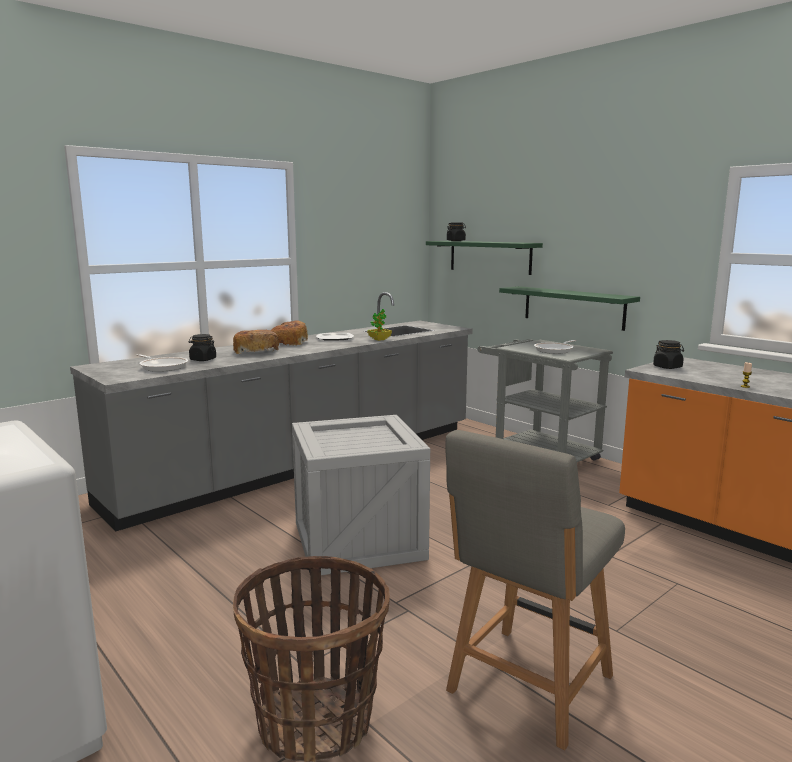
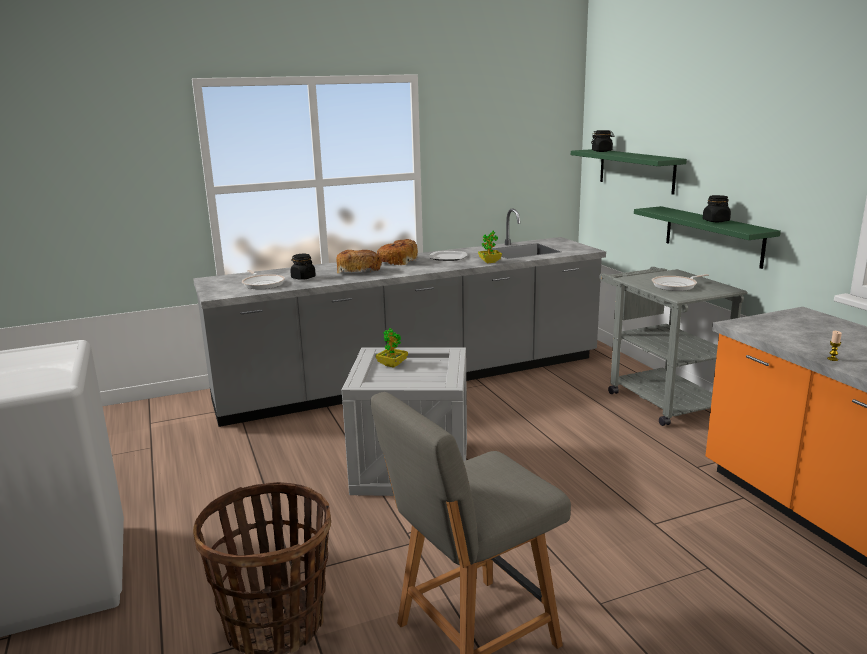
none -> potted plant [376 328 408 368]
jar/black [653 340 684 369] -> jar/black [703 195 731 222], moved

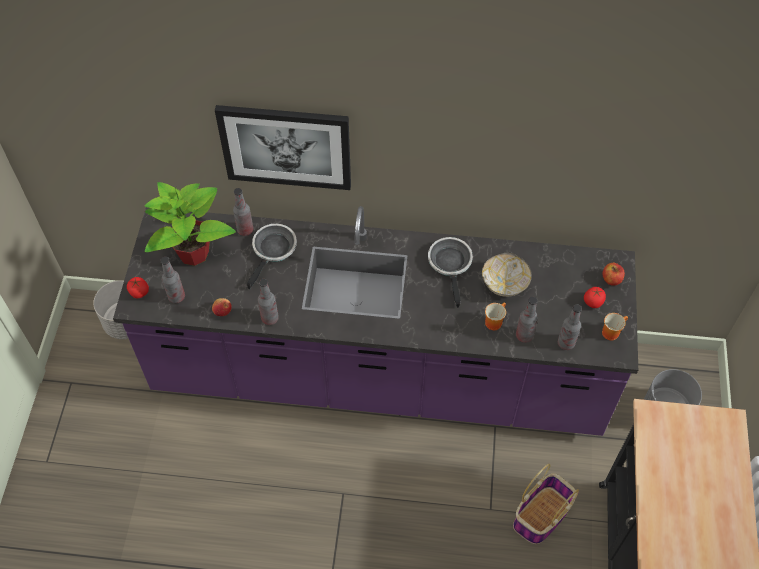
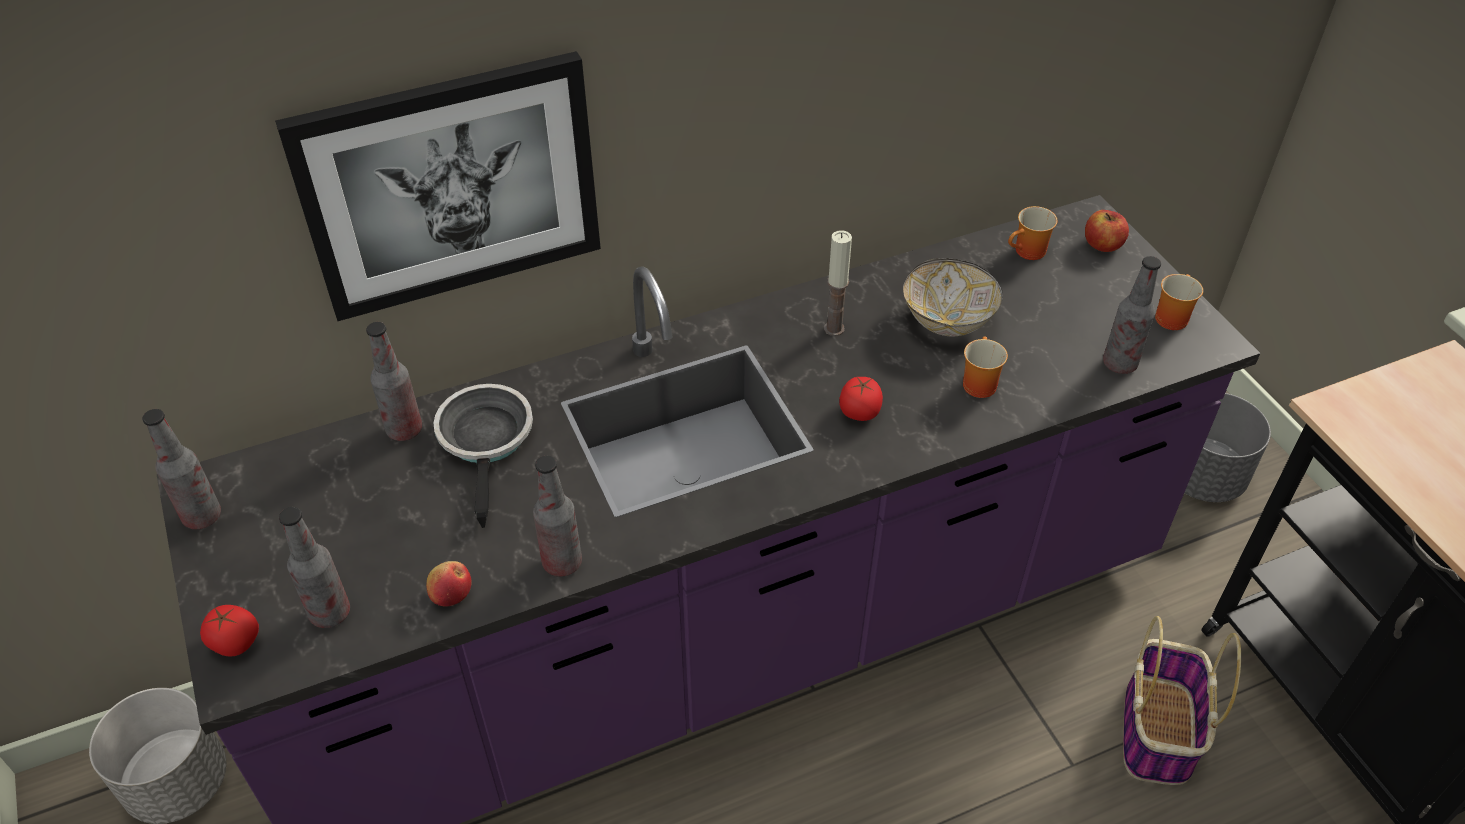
potted plant [145 182 236 266] -> none
none -> mug [1008 206 1058 260]
bottle [516 297 538 343] -> bottle [142 409 221 529], moved
tomato [584 287 606 308] -> tomato [839 376 883 421], moved
frying pan [428 237 473 308] -> candle [824 230 852 336]

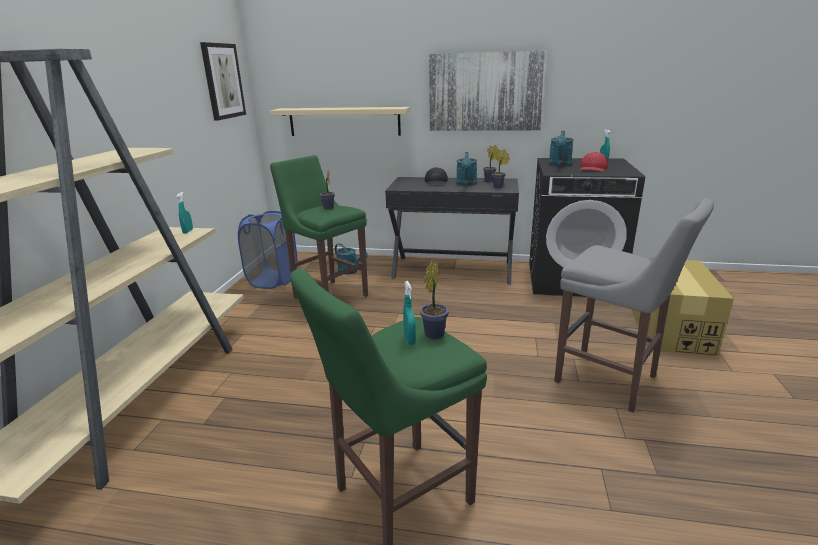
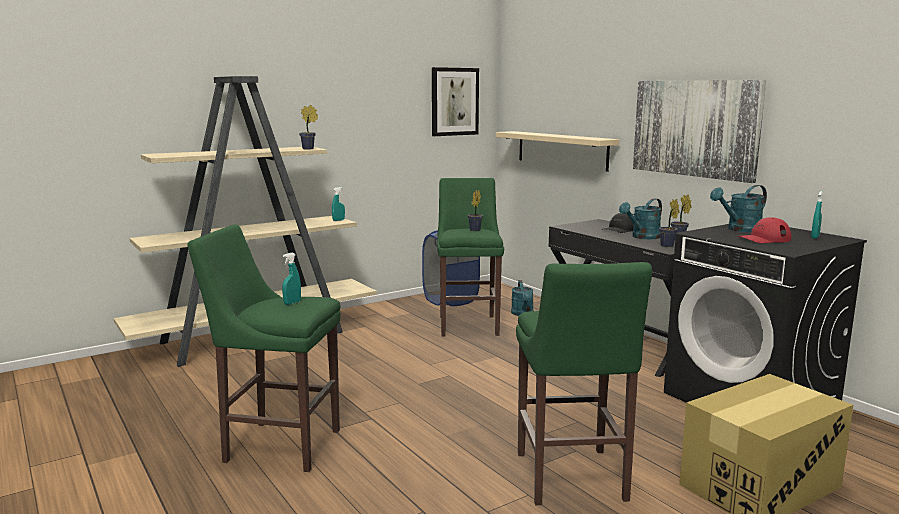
potted plant [420 260 449 339] -> potted plant [299 105 318 149], moved
stool/grey [554 199 714 413] -> stool/green [516 262 652 505]

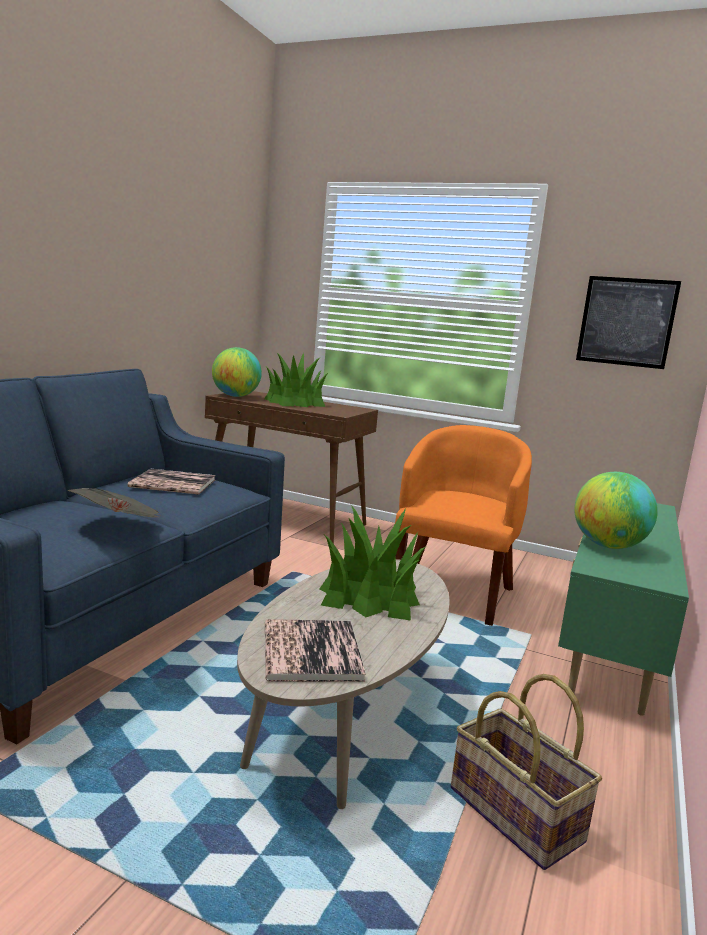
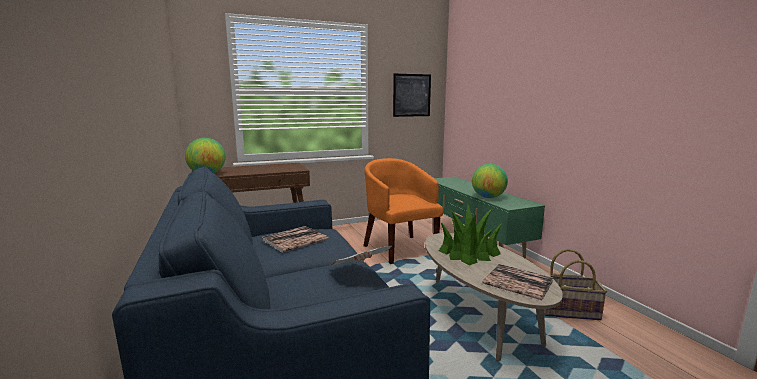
potted plant [264 352 328 407] -> none

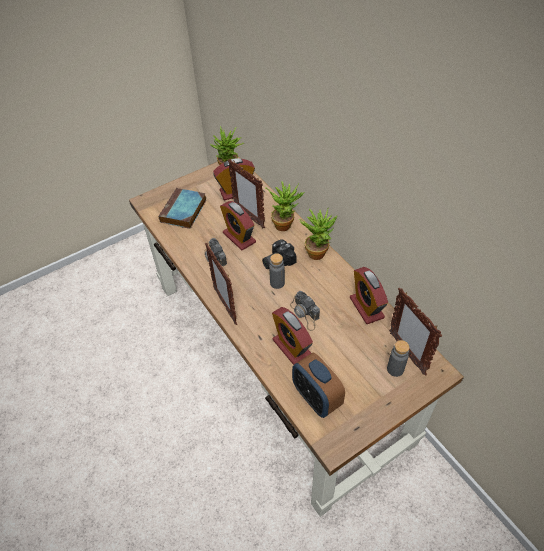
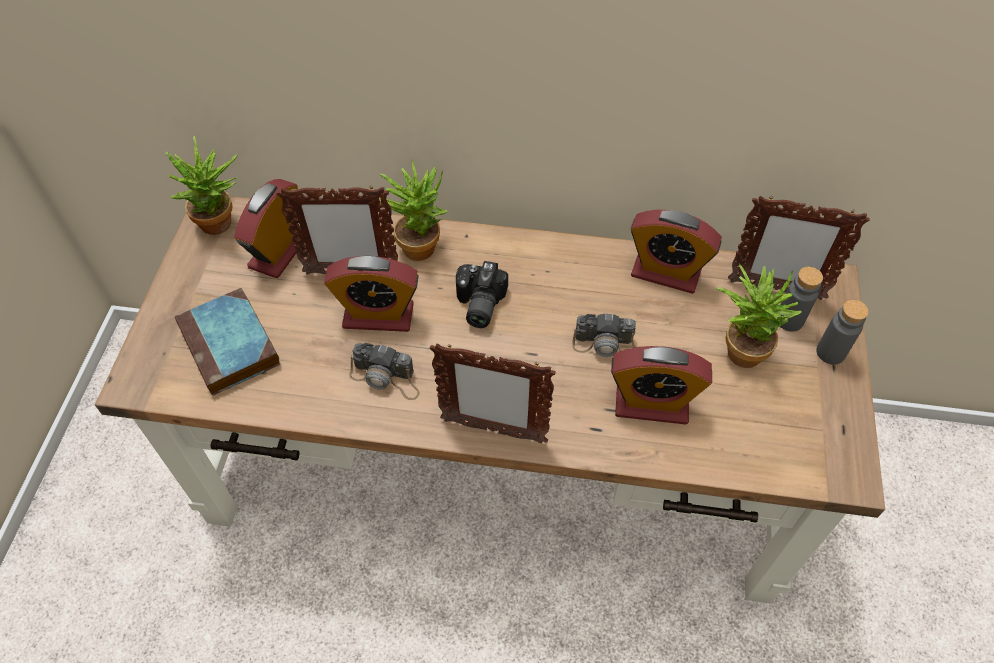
alarm clock [292 353 345 418] -> none
bottle/grey [269 253 285 289] -> bottle/grey [816 300 869 365], moved
potted plant [299 209 337 260] -> potted plant [716 263 802 368], moved

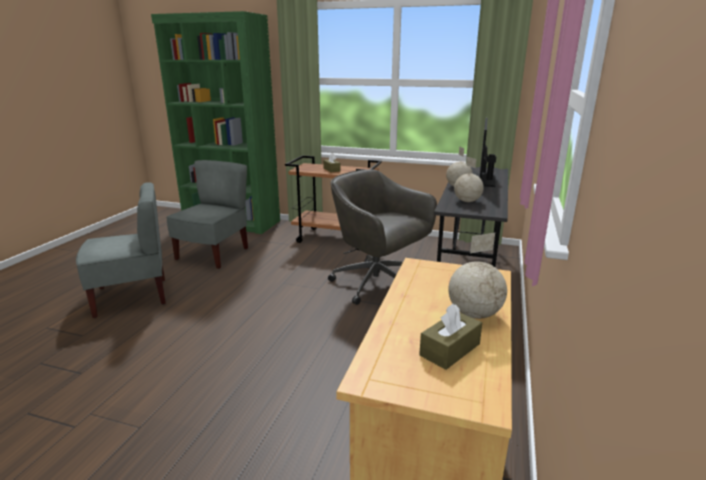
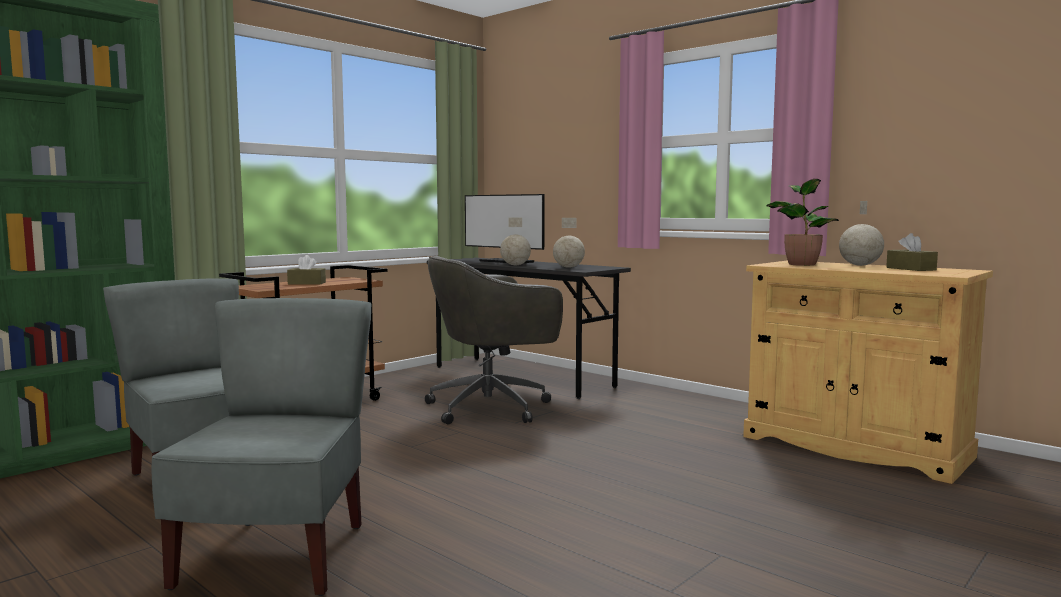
none -> potted plant [767 179 839 266]

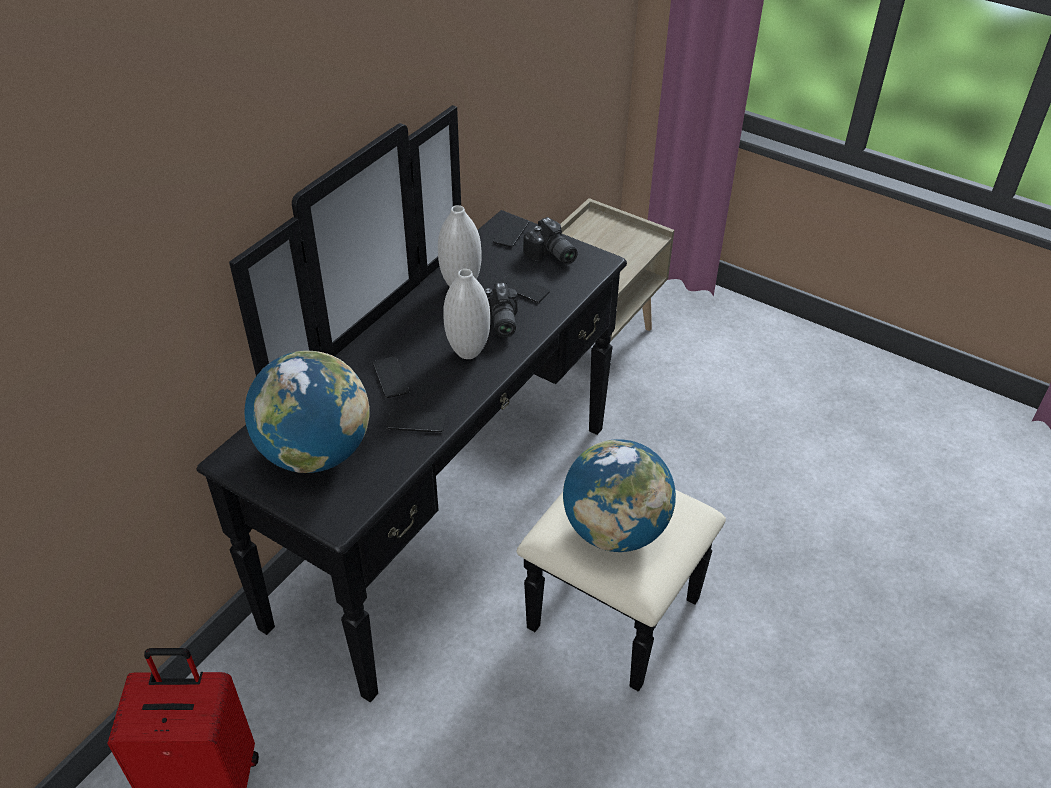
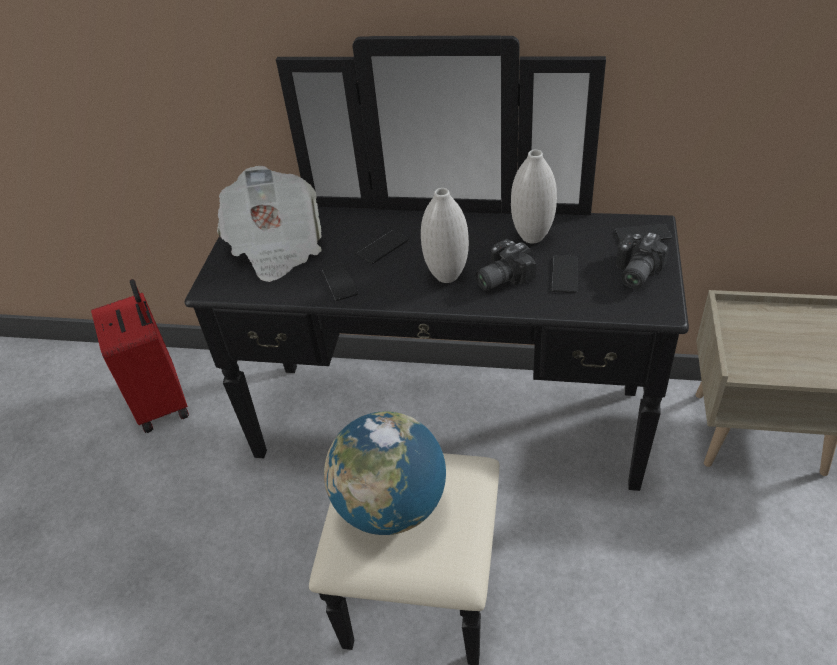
globe [244 351 370 473] -> newspaper [217 166 322 282]

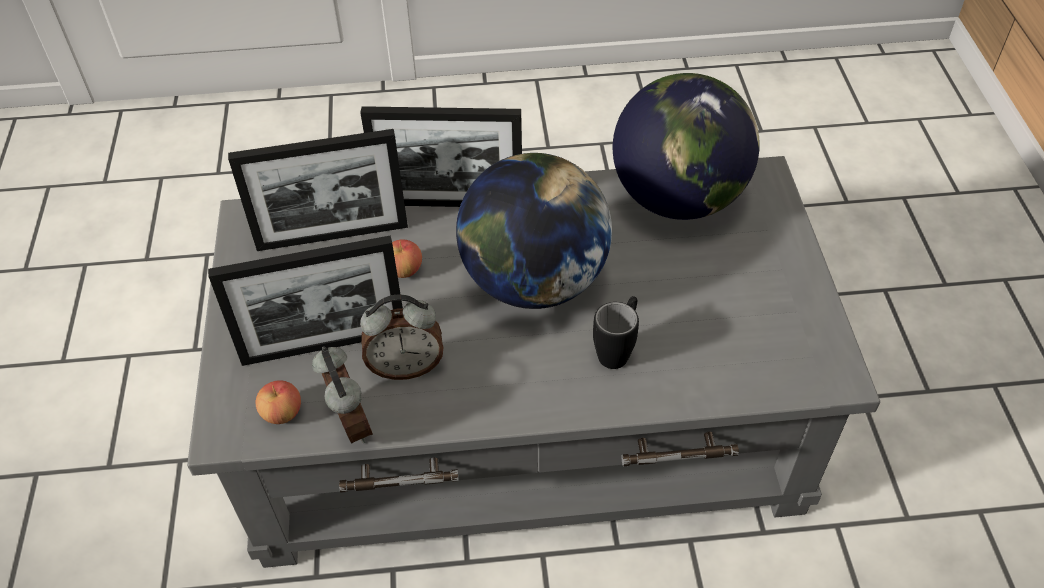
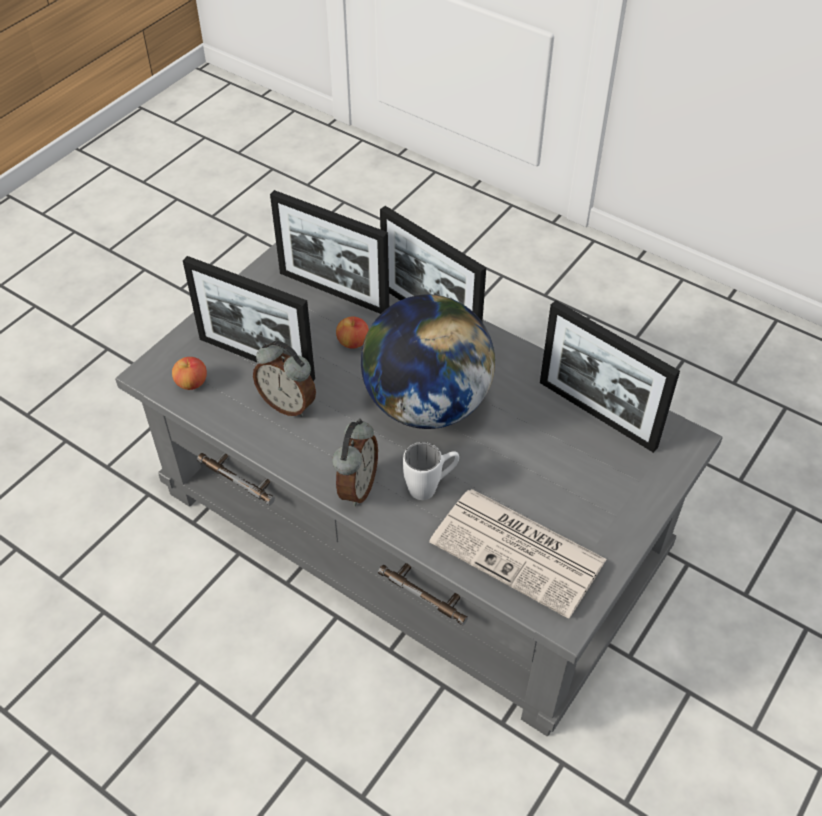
none -> newspaper [429 489 607 619]
alarm clock [312 346 373 443] -> alarm clock [332 419 378 506], moved
globe [613 73 760 220] -> picture frame [540 300 680 453]
mug/black [593 296 639 369] -> mug/white [403 442 459 500]

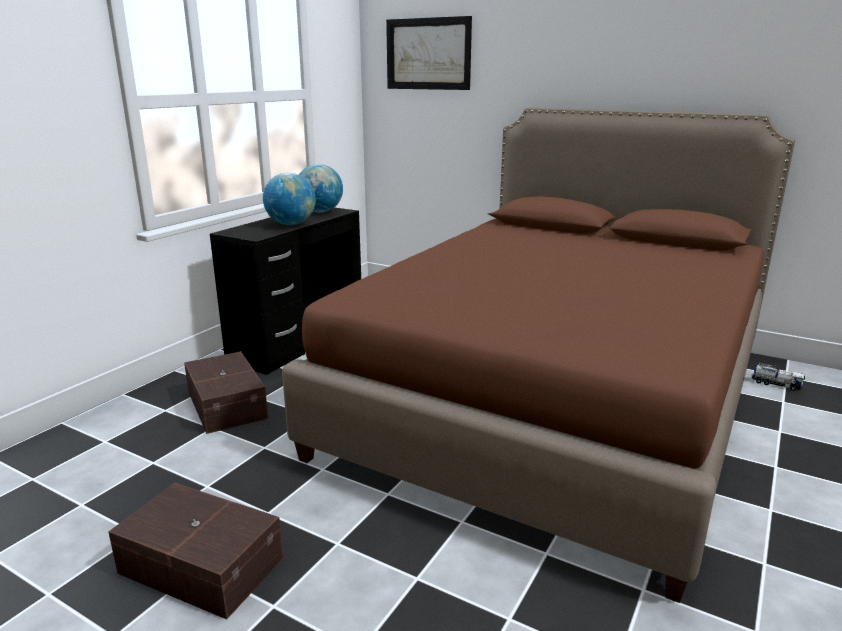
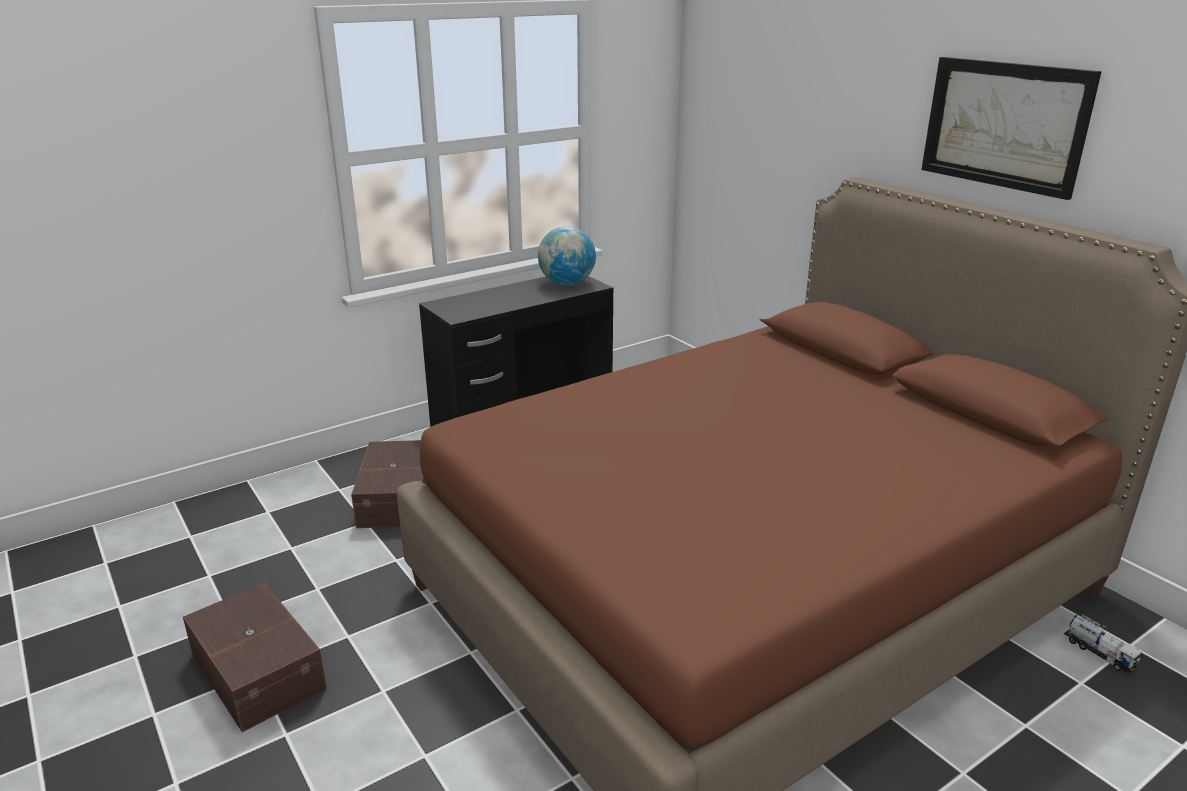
globe [263 173 316 225] -> none
picture [386 16 472 90] -> picture [921 57 1102 200], moved

